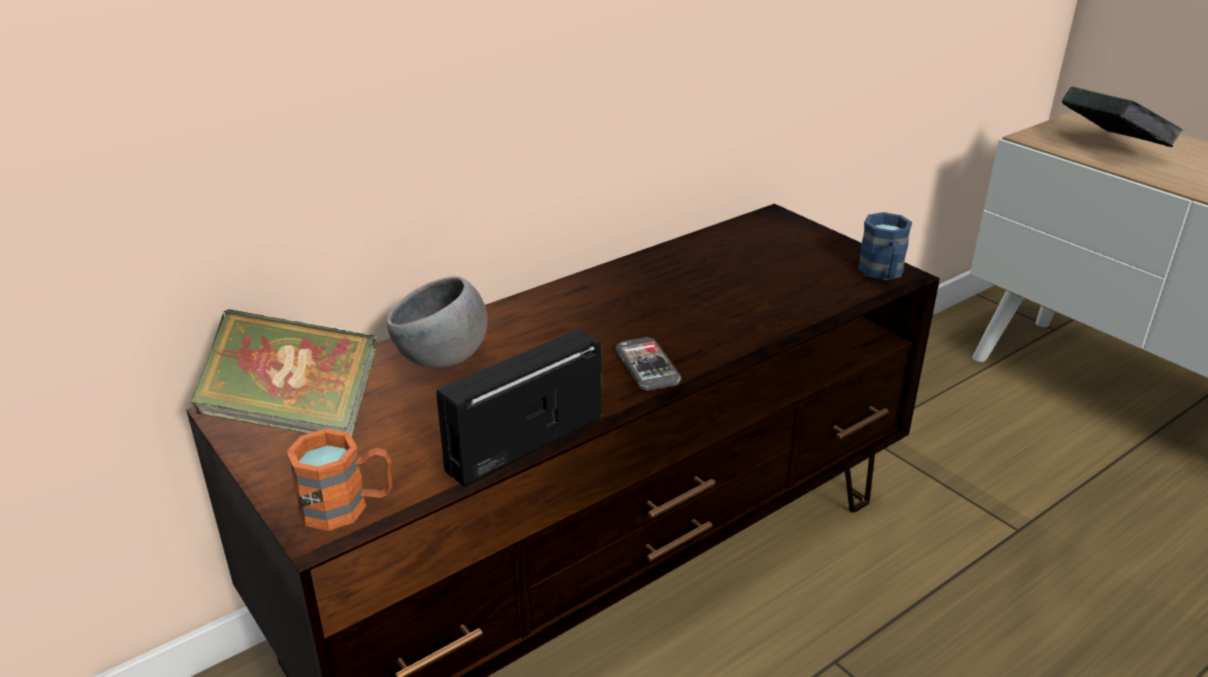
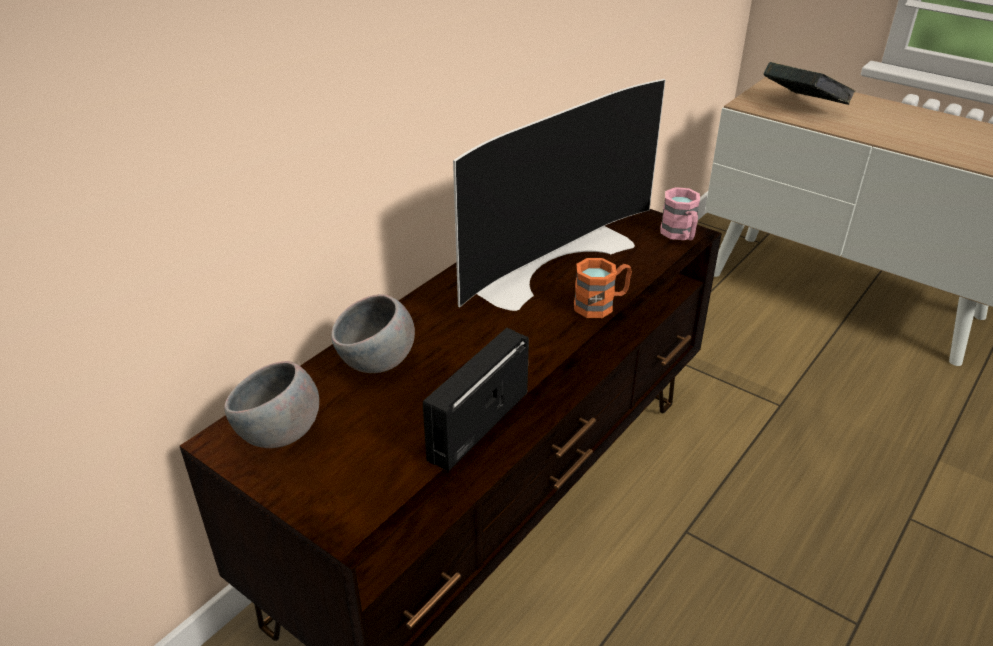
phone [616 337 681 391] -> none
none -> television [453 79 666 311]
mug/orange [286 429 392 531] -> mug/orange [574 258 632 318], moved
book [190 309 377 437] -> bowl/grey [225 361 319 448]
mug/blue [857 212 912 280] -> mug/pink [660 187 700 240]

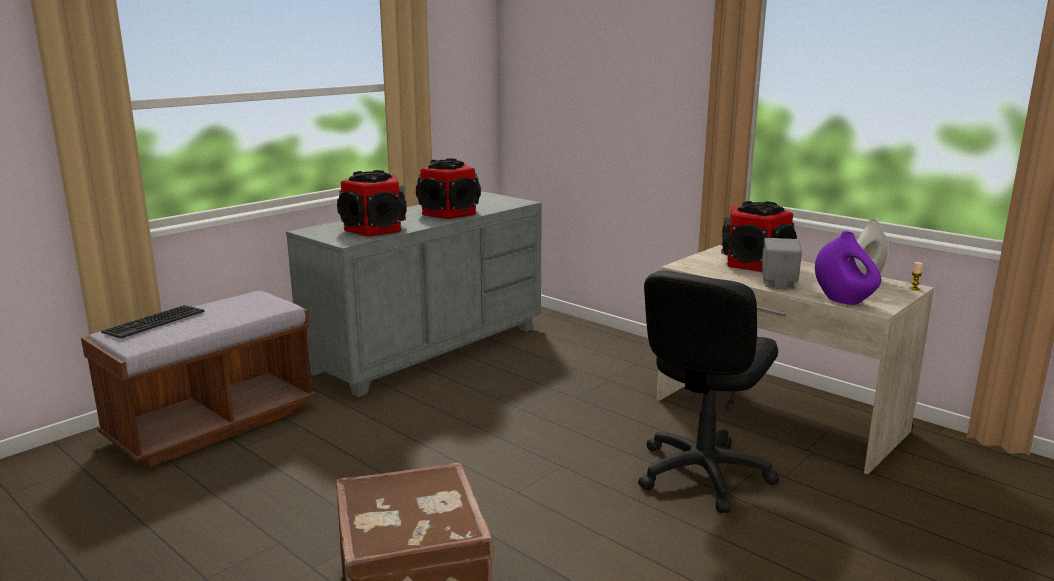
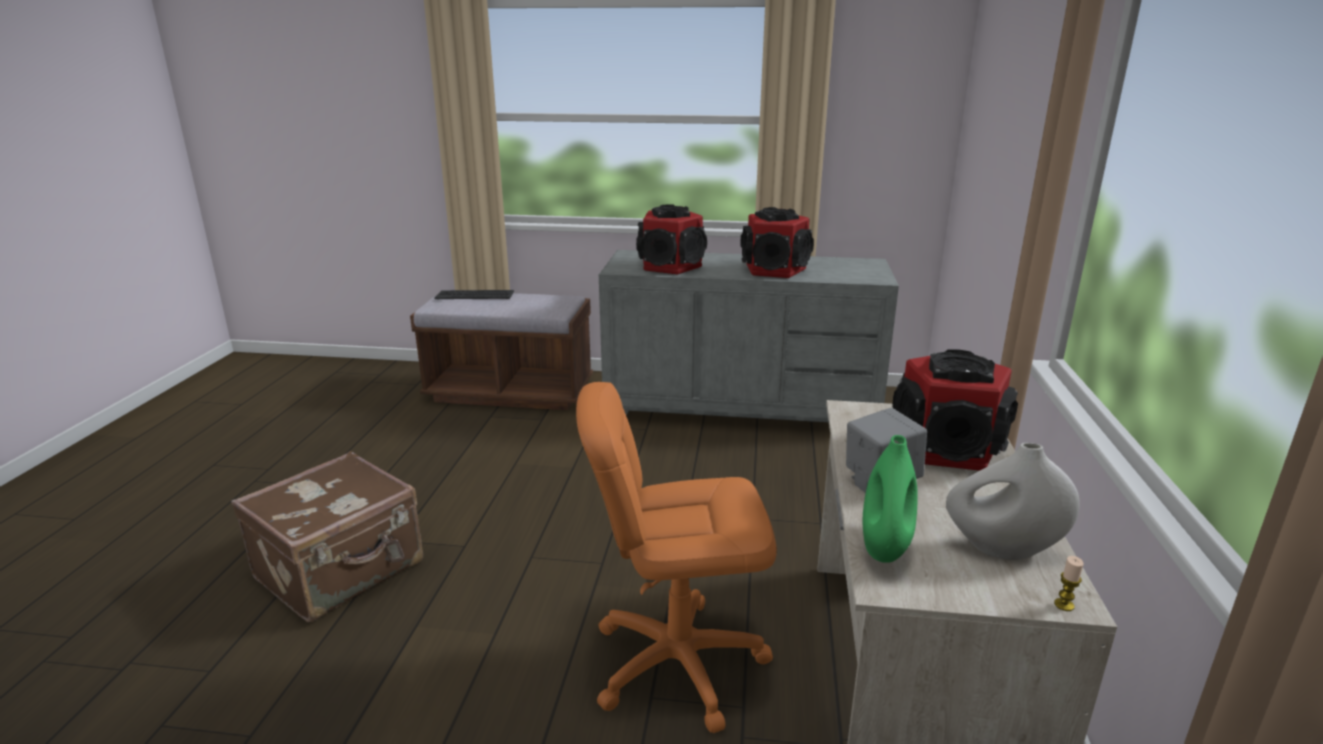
office chair/black [638 270 779 513] -> office chair/orange [576 382 777 733]
vase/purple [815 231 881 305] -> vase/green [863 435 918 563]

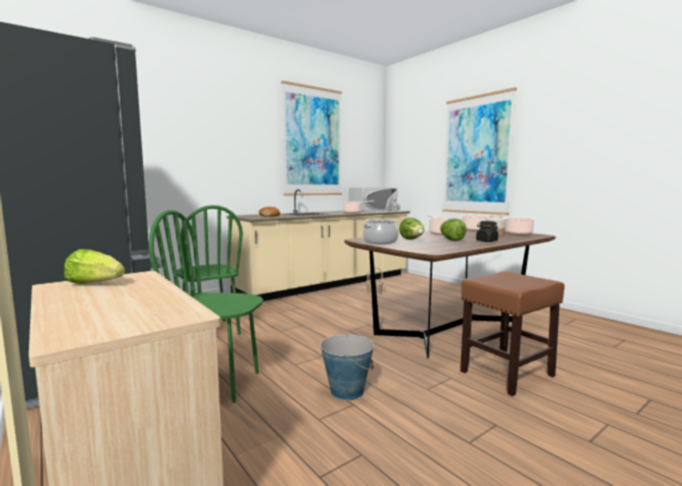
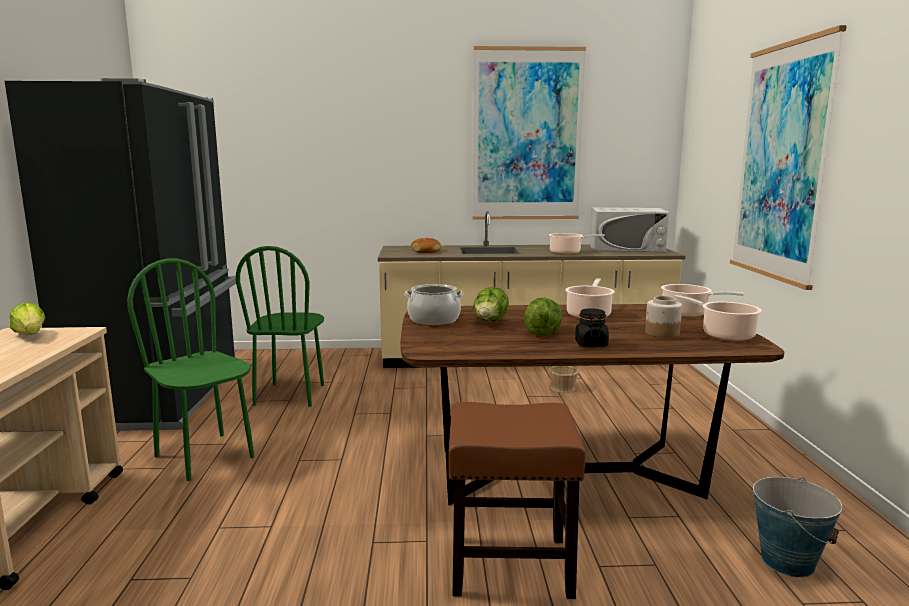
bucket [320 332 374 401] -> bucket [753 477 843 577], moved

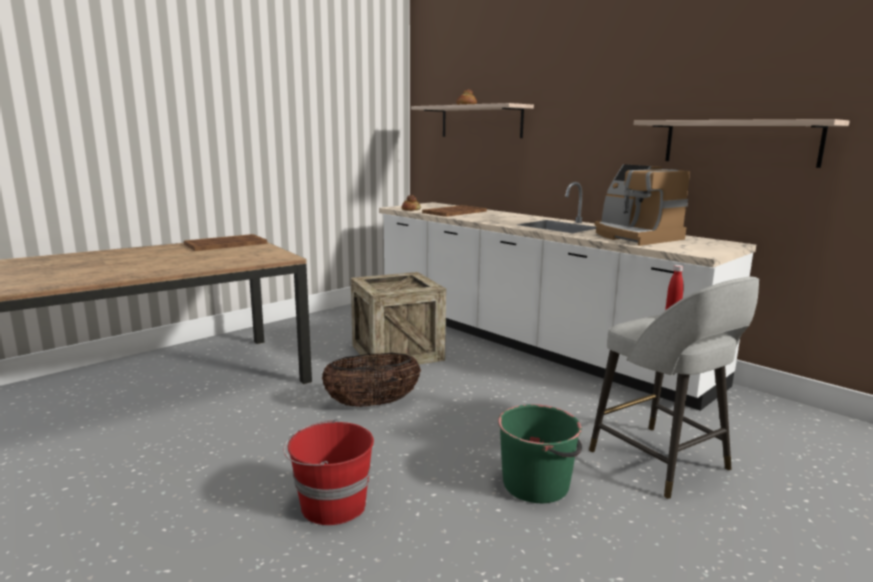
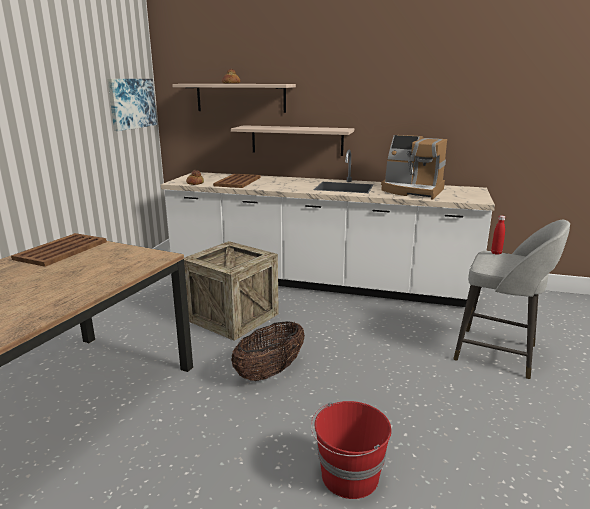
bucket/green [498 404 582 503] -> none
none -> picture [108 79 157 131]
shelf [634 119 850 168] -> shelf [231 125 354 156], moved

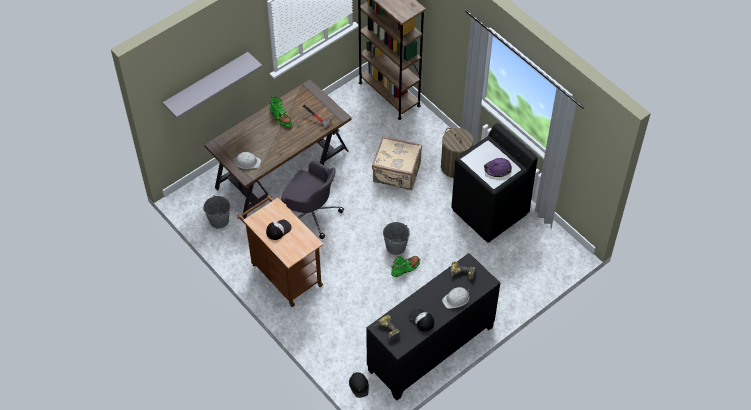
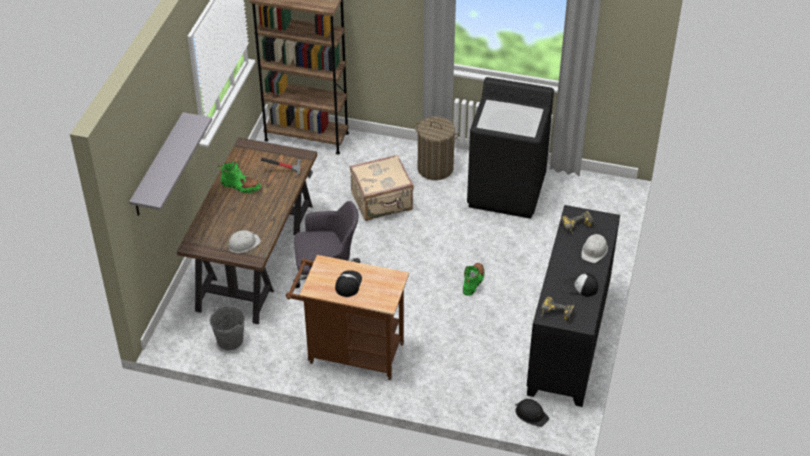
bucket/grey [383 222 410 255] -> none
hard hat/purple [484 158 512 177] -> none

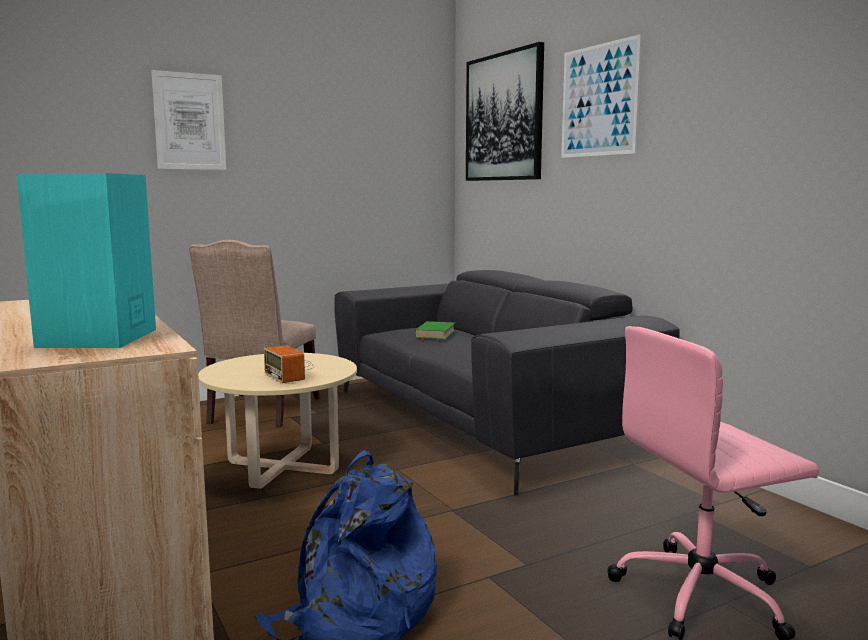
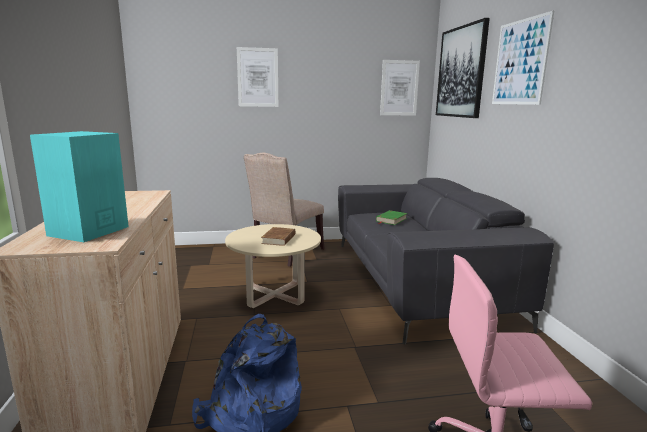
none -> picture [380 60 420 116]
radio [264 345 314 383] -> book/brown [261 227 295 246]

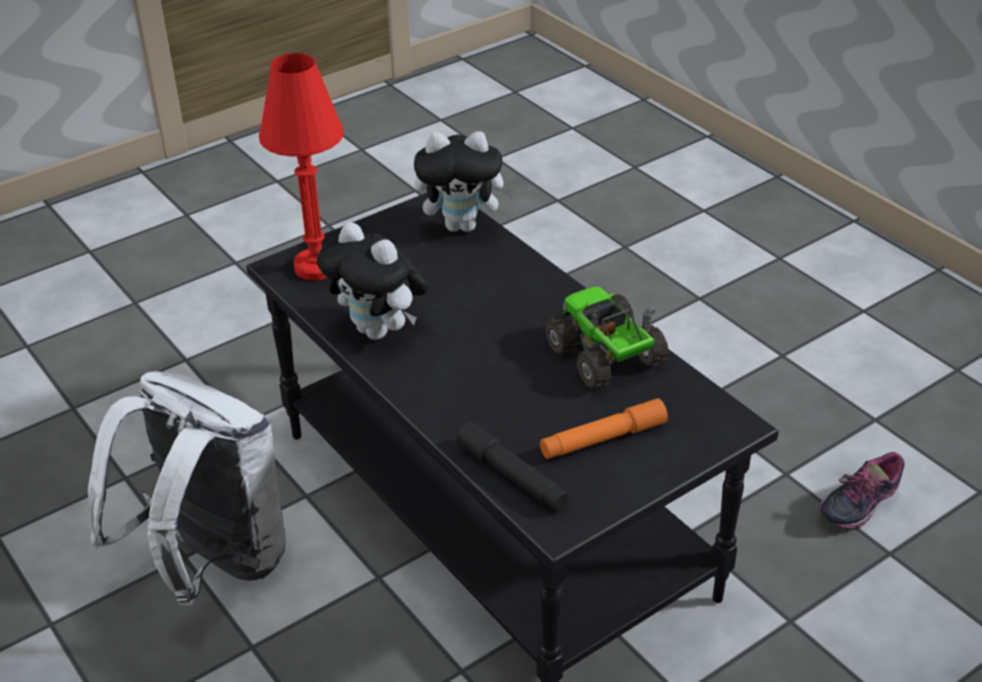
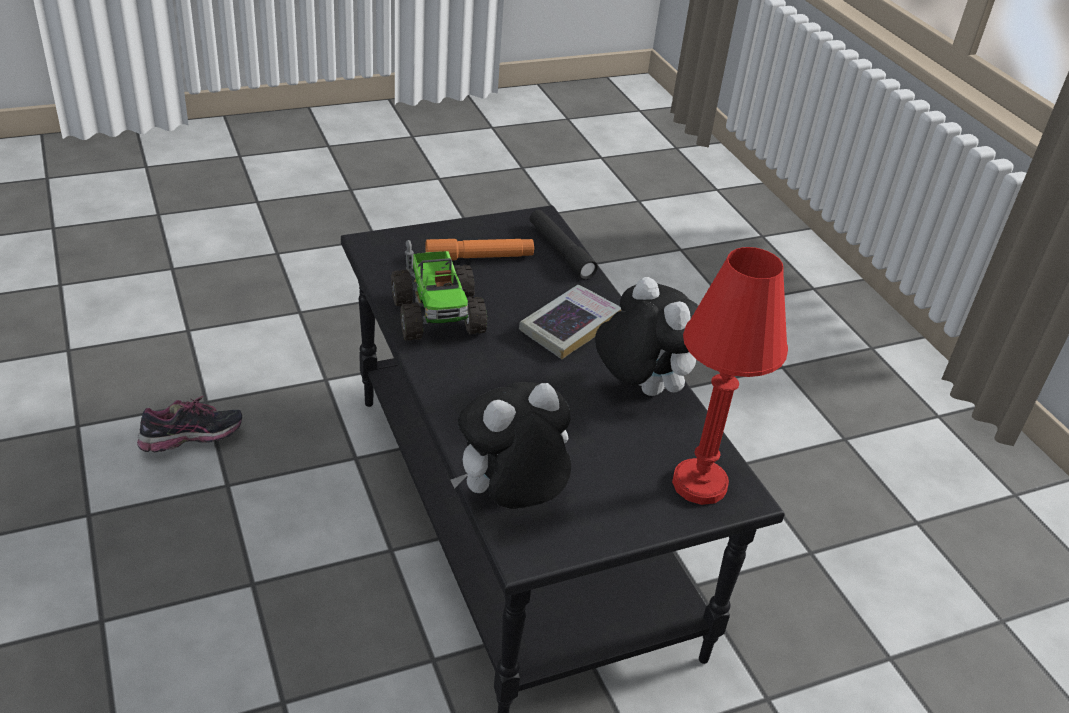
backpack/white [88 371 286 606] -> none
none -> book [519 285 621 359]
plush toy [414 131 516 232] -> plush toy [451 382 571 509], 45 degrees counterclockwise

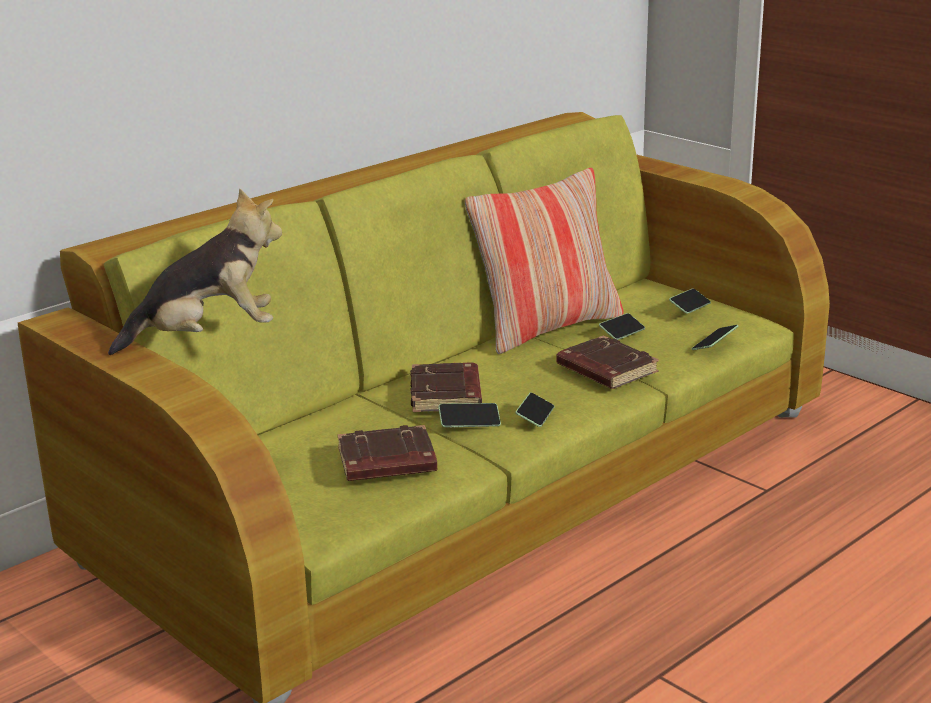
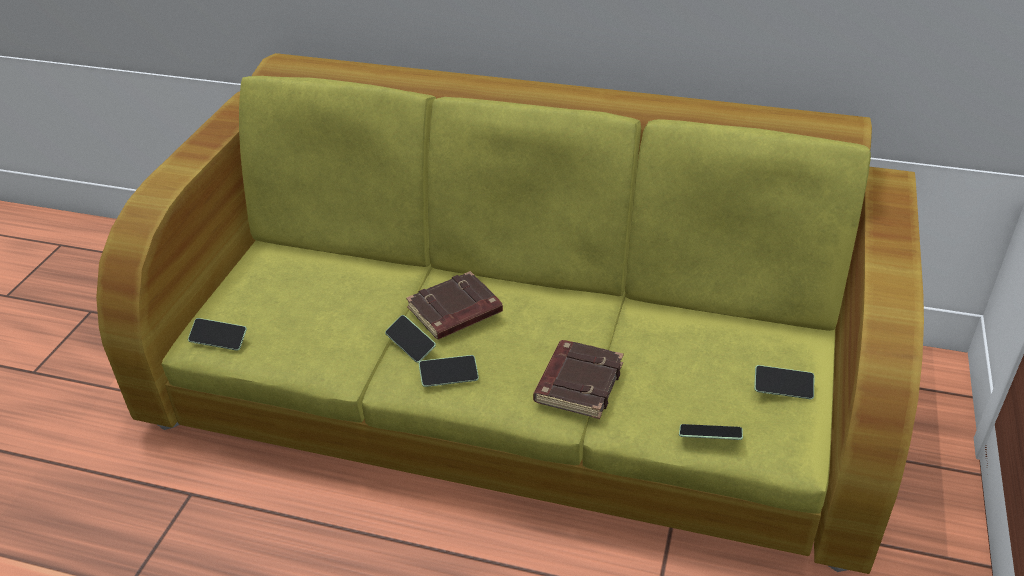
plush toy [108 188 282 355] -> none
book/brown [337 425 437 481] -> none
pillow [465 168 623 354] -> none
phone [599 313 645 340] -> phone [188 318 247 351], moved

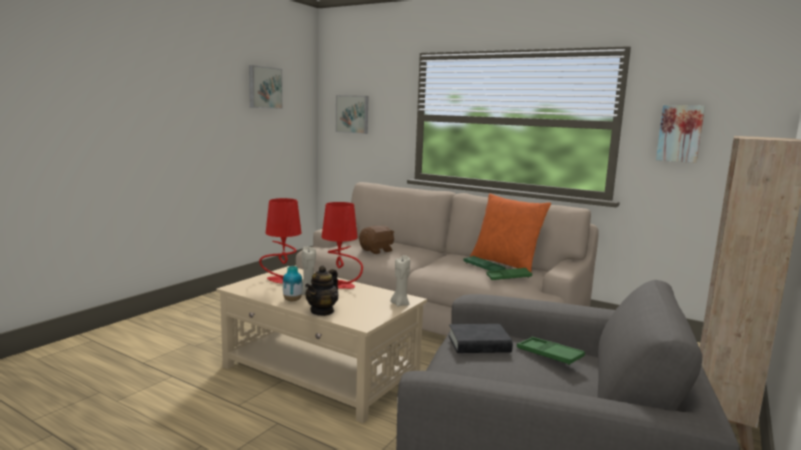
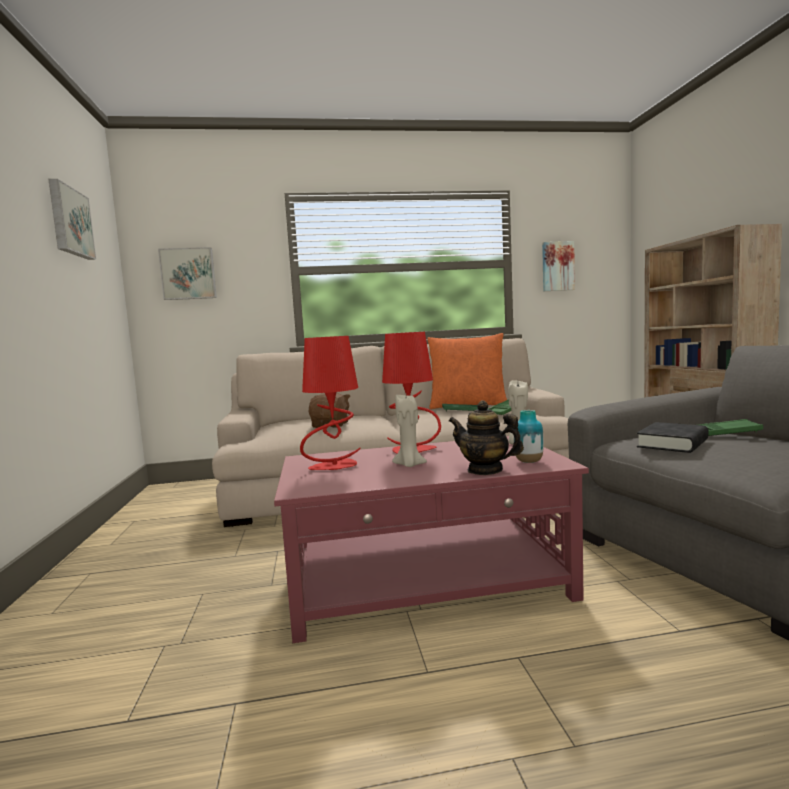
vase [283 266 302 301] -> vase [514 410 544 463], moved
coffee table/beige [216 266 427 423] -> coffee table/red [274 436 589 643]
teapot [305 265 339 316] -> teapot [449 400 524 475], 135 degrees clockwise

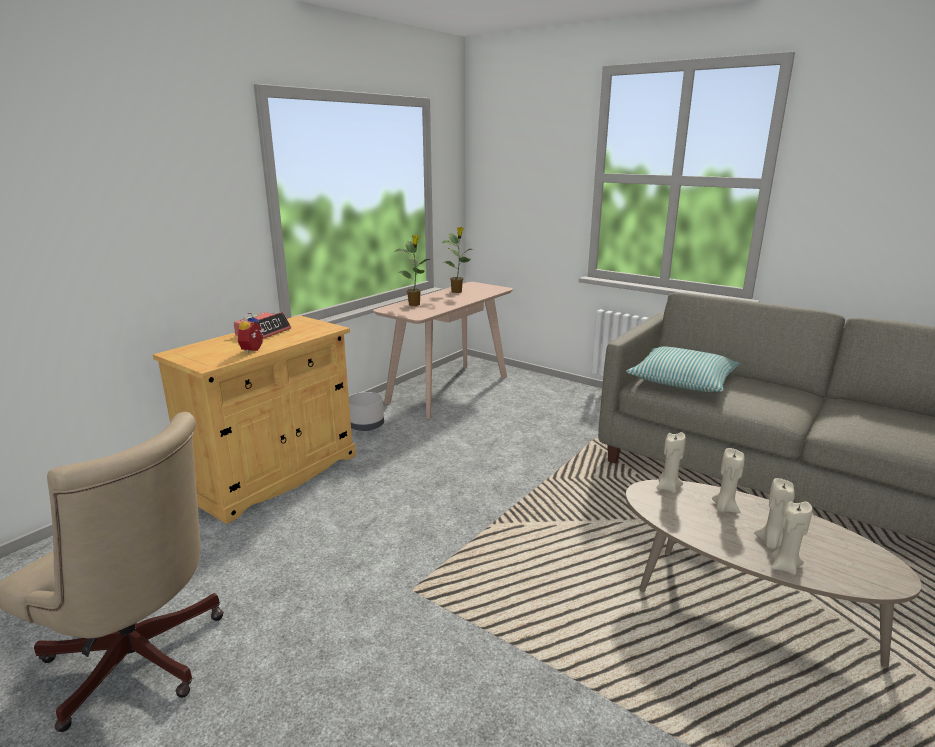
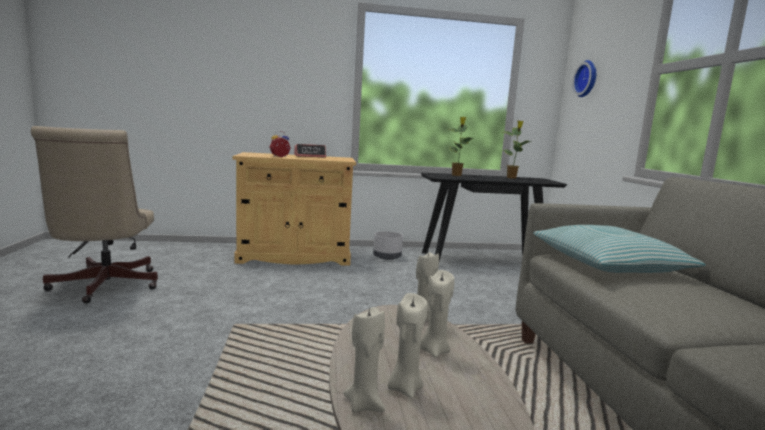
none -> wall clock [572 60 596 97]
console table/beige [373 282 513 419] -> console table/black [420 173 567 261]

